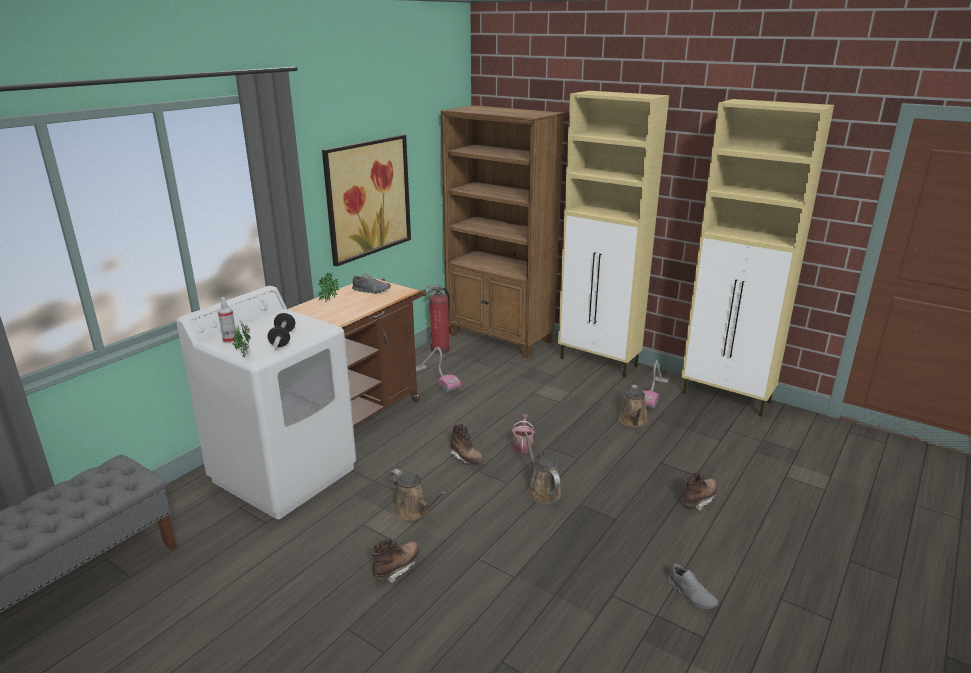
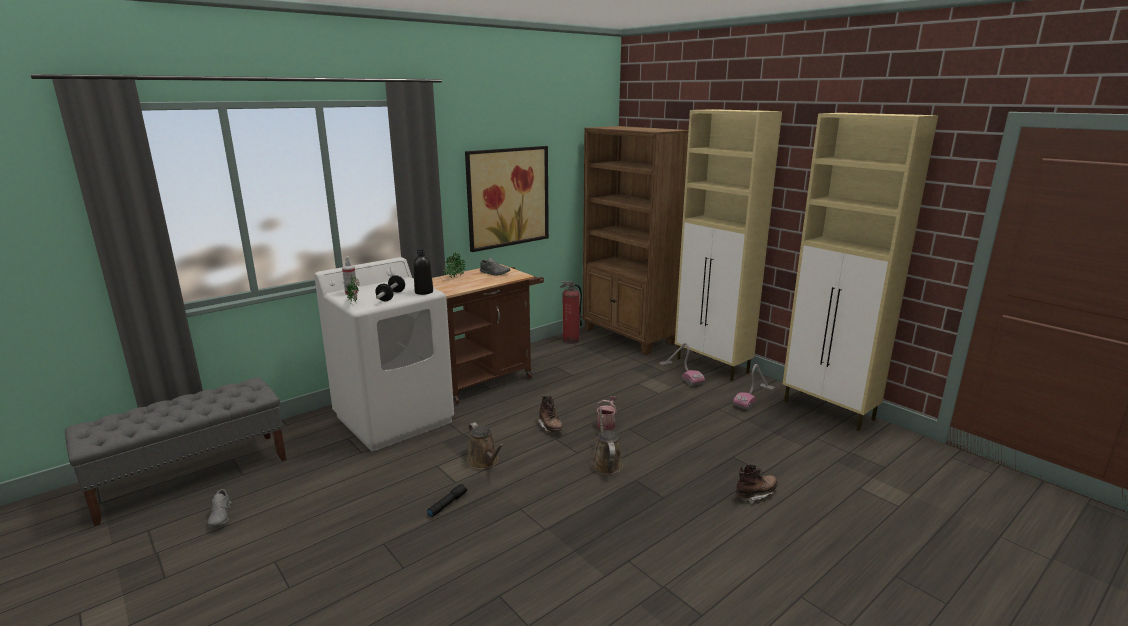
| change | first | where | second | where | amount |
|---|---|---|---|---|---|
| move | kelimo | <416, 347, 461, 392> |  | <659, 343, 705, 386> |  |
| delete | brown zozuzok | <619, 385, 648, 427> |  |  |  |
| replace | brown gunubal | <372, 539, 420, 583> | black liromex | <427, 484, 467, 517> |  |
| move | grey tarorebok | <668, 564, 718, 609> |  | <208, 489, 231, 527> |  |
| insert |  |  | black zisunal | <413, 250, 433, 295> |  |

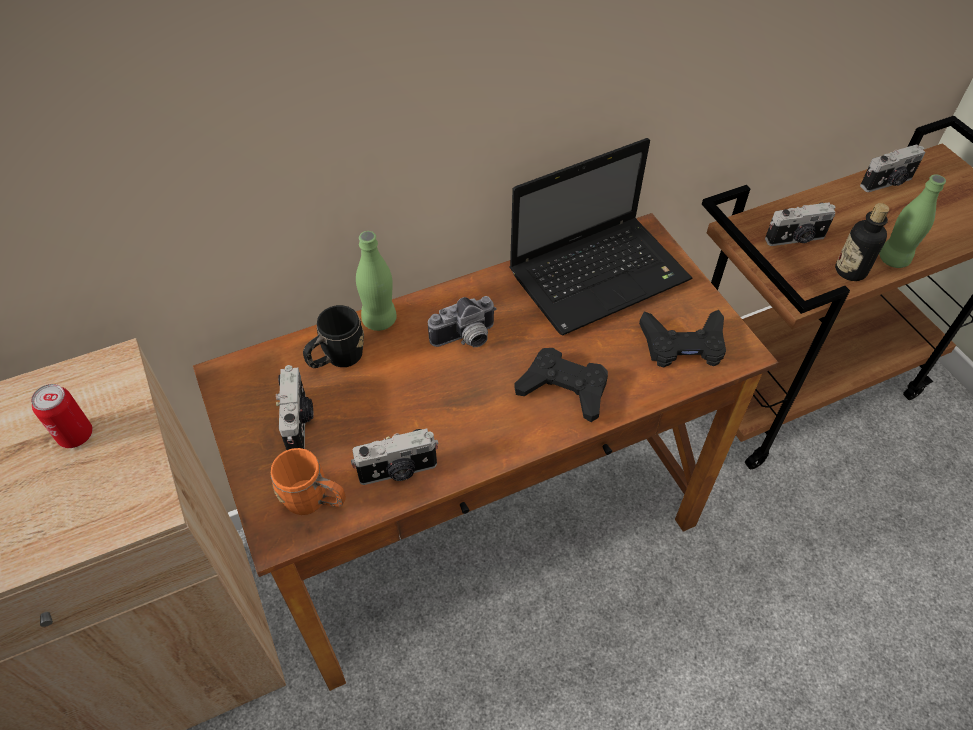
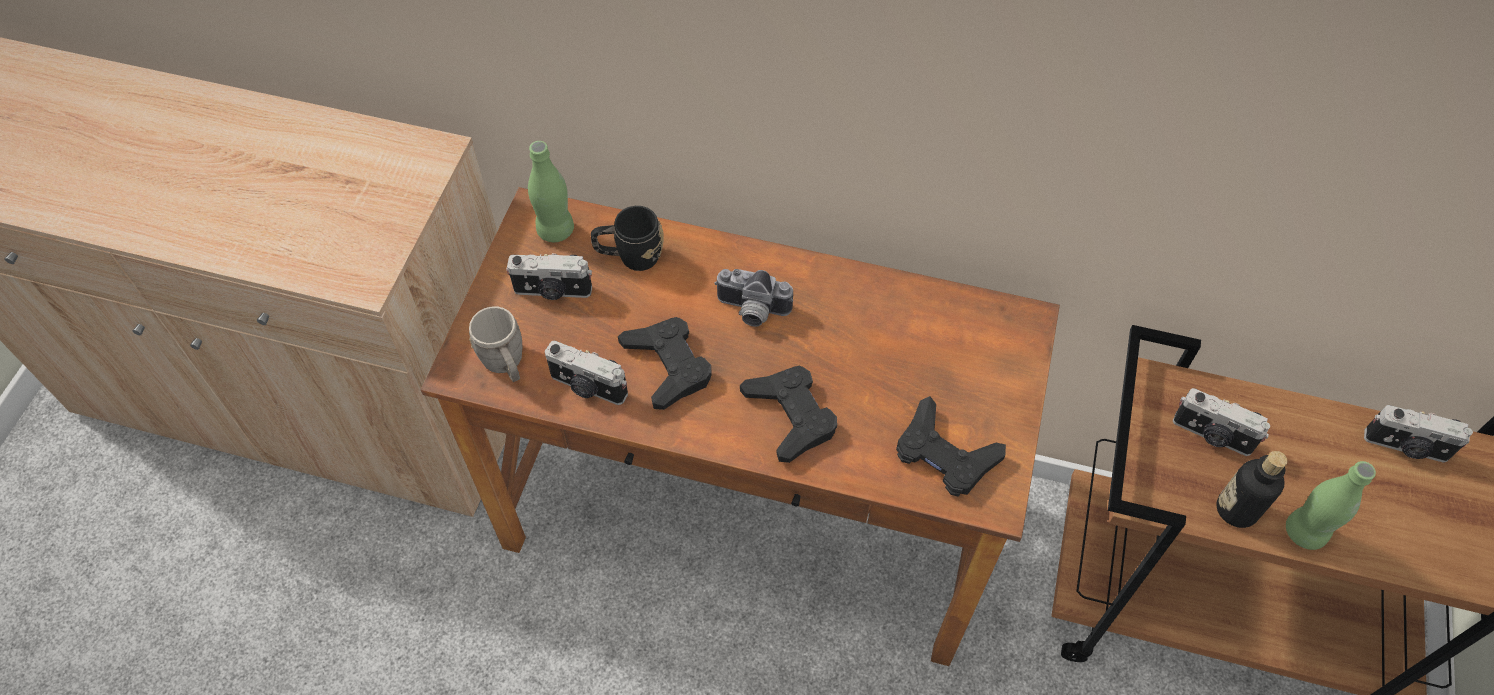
| change | first | where | second | where | amount |
|---|---|---|---|---|---|
| delete | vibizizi | <510, 138, 693, 336> |  |  |  |
| move | green zisunal | <356, 231, 397, 331> |  | <528, 141, 574, 242> |  |
| rotate | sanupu | <276, 365, 314, 450> |  | <506, 253, 592, 300> | 60 degrees clockwise |
| delete | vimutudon | <31, 384, 93, 448> |  |  |  |
| recolor | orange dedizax | <271, 448, 346, 515> | grey dedizax | <469, 306, 522, 382> |  |
| insert |  |  | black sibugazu | <618, 317, 711, 410> |  |

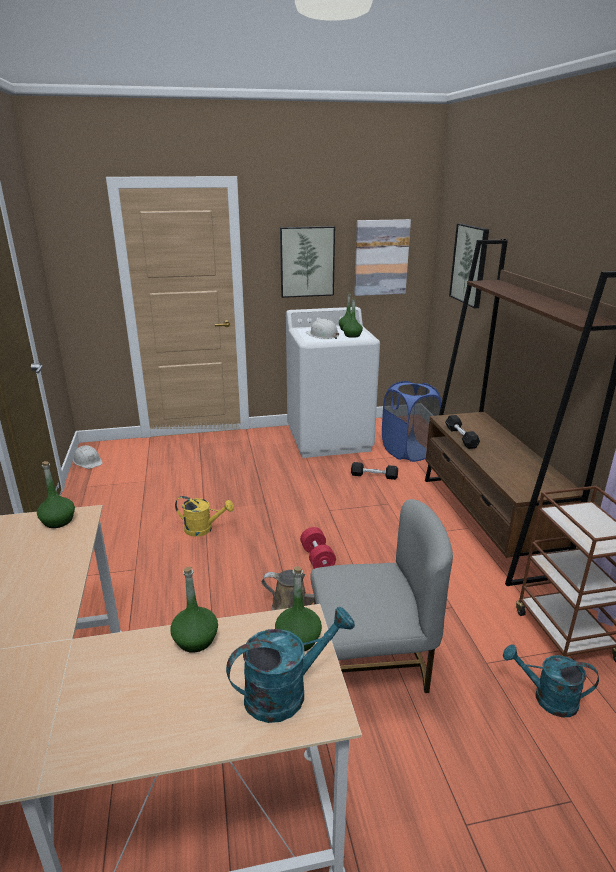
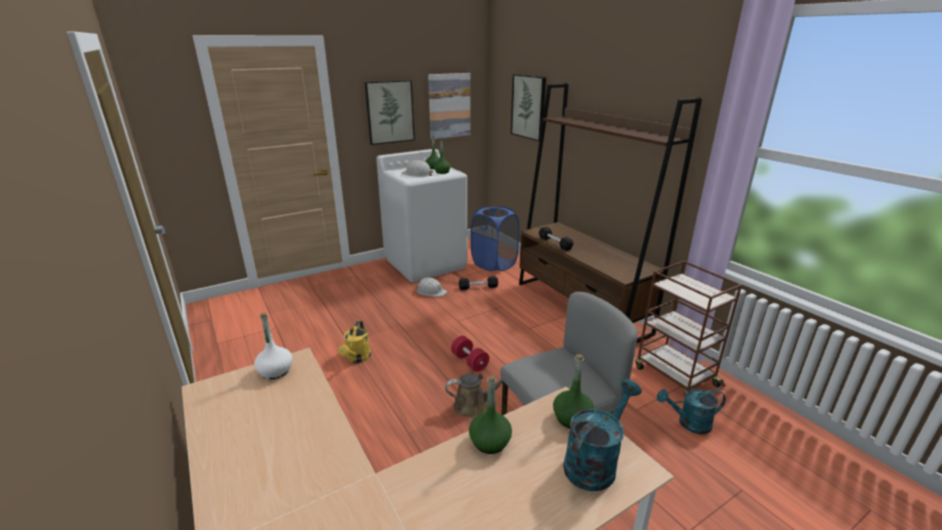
| change | first | where | second | where | amount |
|---|---|---|---|---|---|
| move | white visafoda | <73, 445, 103, 469> |  | <416, 278, 447, 297> |  |
| recolor | green zisunal | <37, 461, 75, 528> | white zisunal | <254, 313, 292, 379> |  |
| rotate | yellow zozuzok | <175, 496, 234, 537> |  | <338, 320, 371, 363> | 105 degrees clockwise |

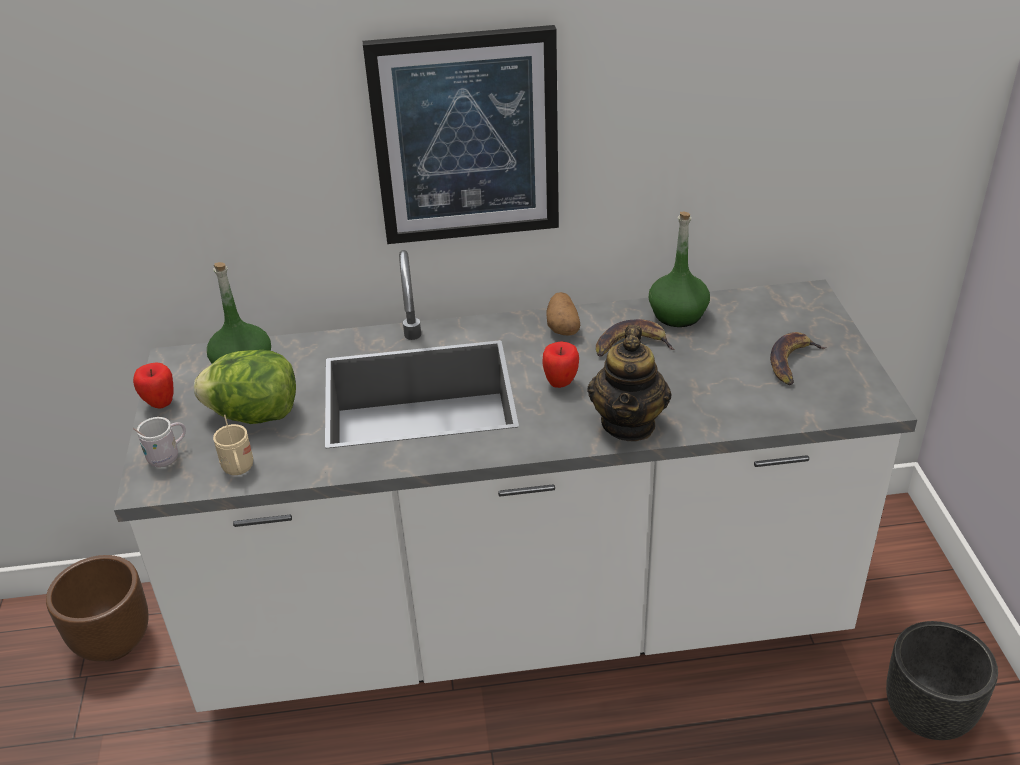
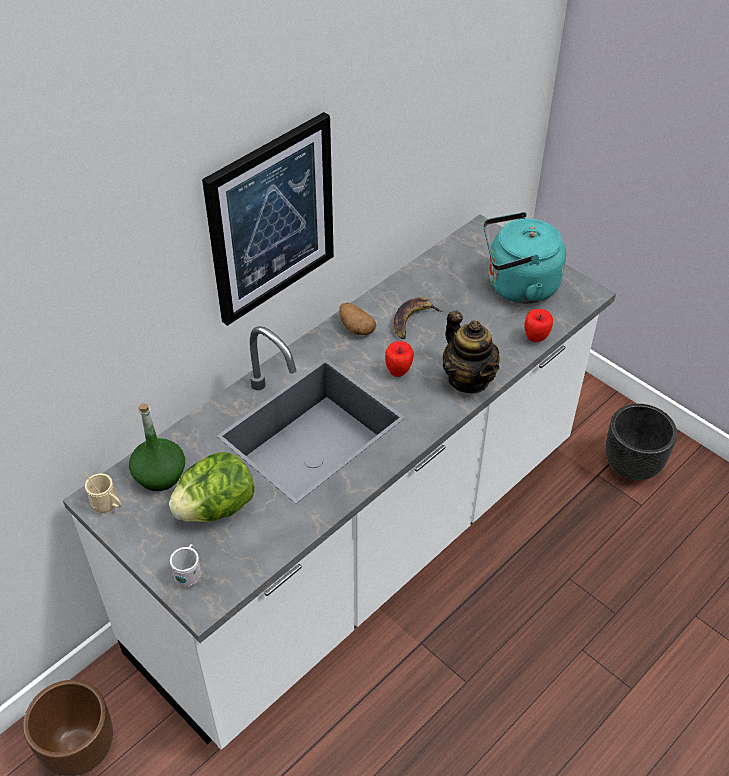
| change | first | where | second | where | amount |
|---|---|---|---|---|---|
| delete | green zisunal | <649, 211, 710, 327> |  |  |  |
| replace | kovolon | <770, 332, 826, 385> | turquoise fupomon | <483, 212, 566, 304> |  |
| move | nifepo | <133, 362, 174, 409> |  | <524, 309, 553, 342> |  |
| move | beige dedizax | <213, 415, 253, 475> |  | <84, 472, 122, 513> |  |

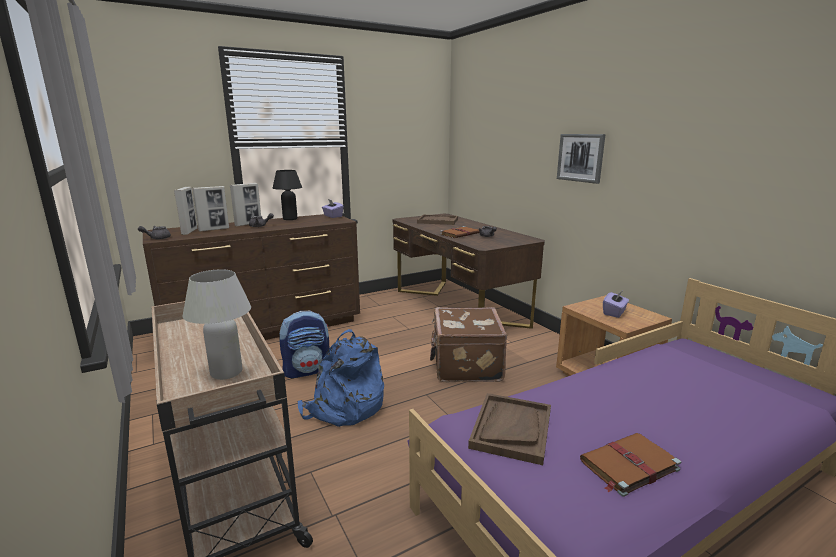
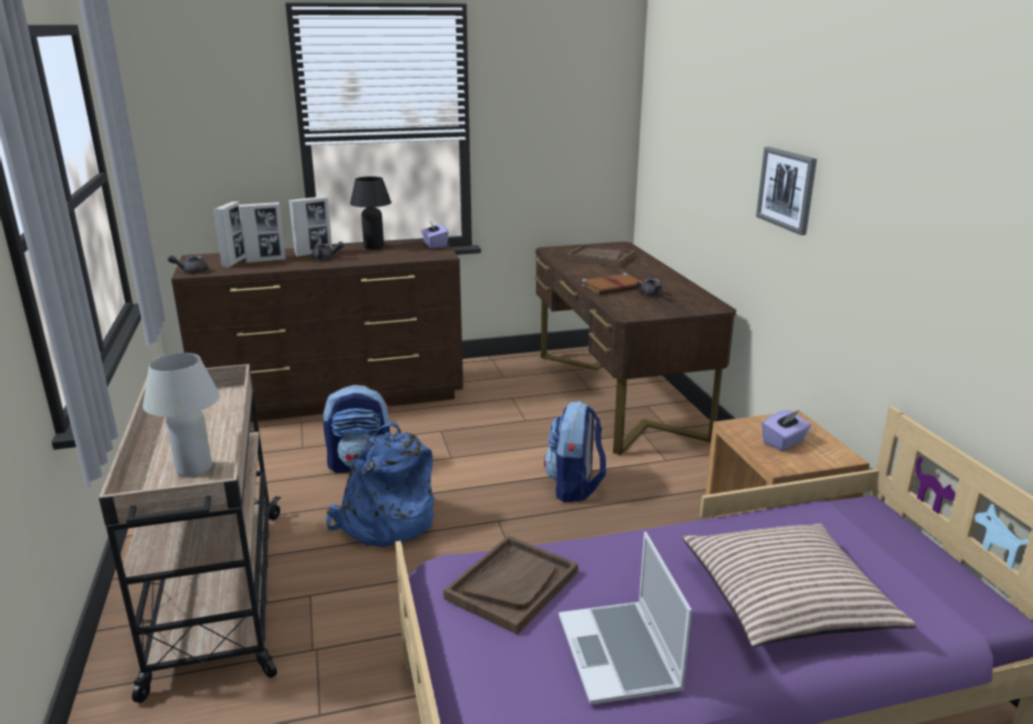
| change | first | where | second | where | amount |
|---|---|---|---|---|---|
| replace | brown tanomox | <430, 307, 507, 382> | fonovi | <544, 401, 606, 502> |  |
| replace | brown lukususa | <580, 433, 681, 497> | vibizizi | <559, 532, 692, 705> |  |
| insert |  |  | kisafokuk | <683, 524, 917, 647> |  |

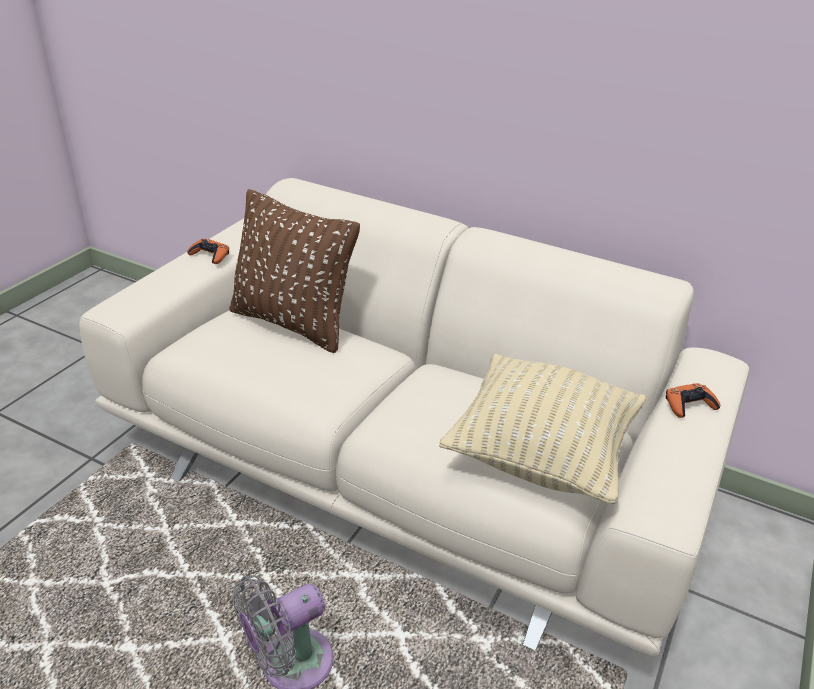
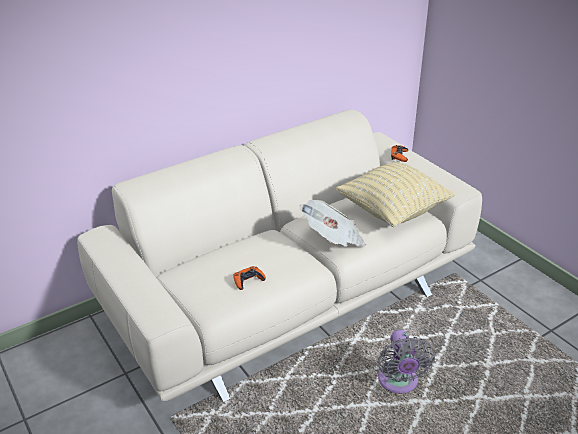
| change | first | where | second | where | amount |
|---|---|---|---|---|---|
| delete | brown kisafokuk | <229, 189, 360, 353> |  |  |  |
| move | orange sibugazu | <187, 239, 229, 264> |  | <233, 266, 266, 290> |  |
| insert |  |  | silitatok | <299, 200, 366, 247> |  |

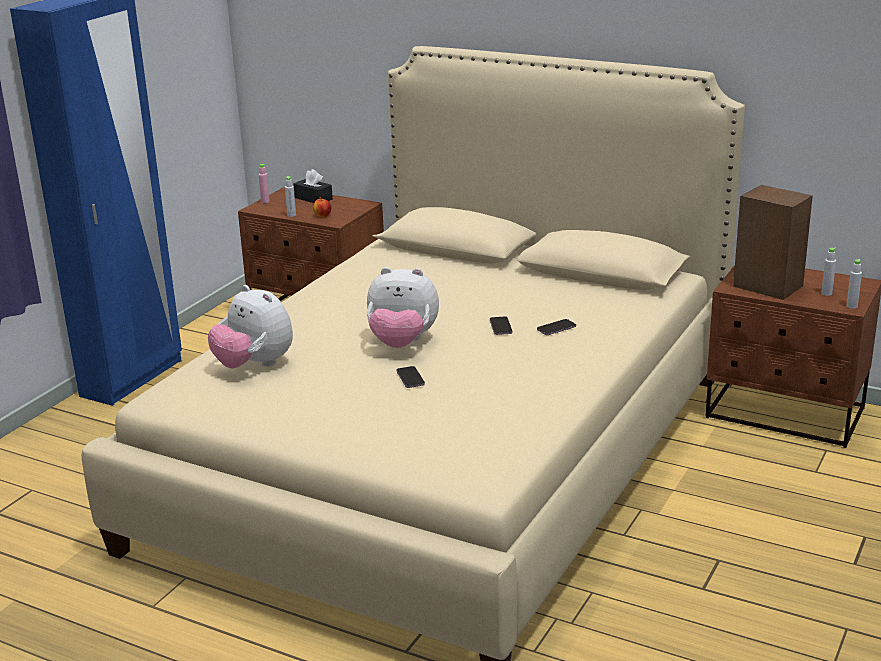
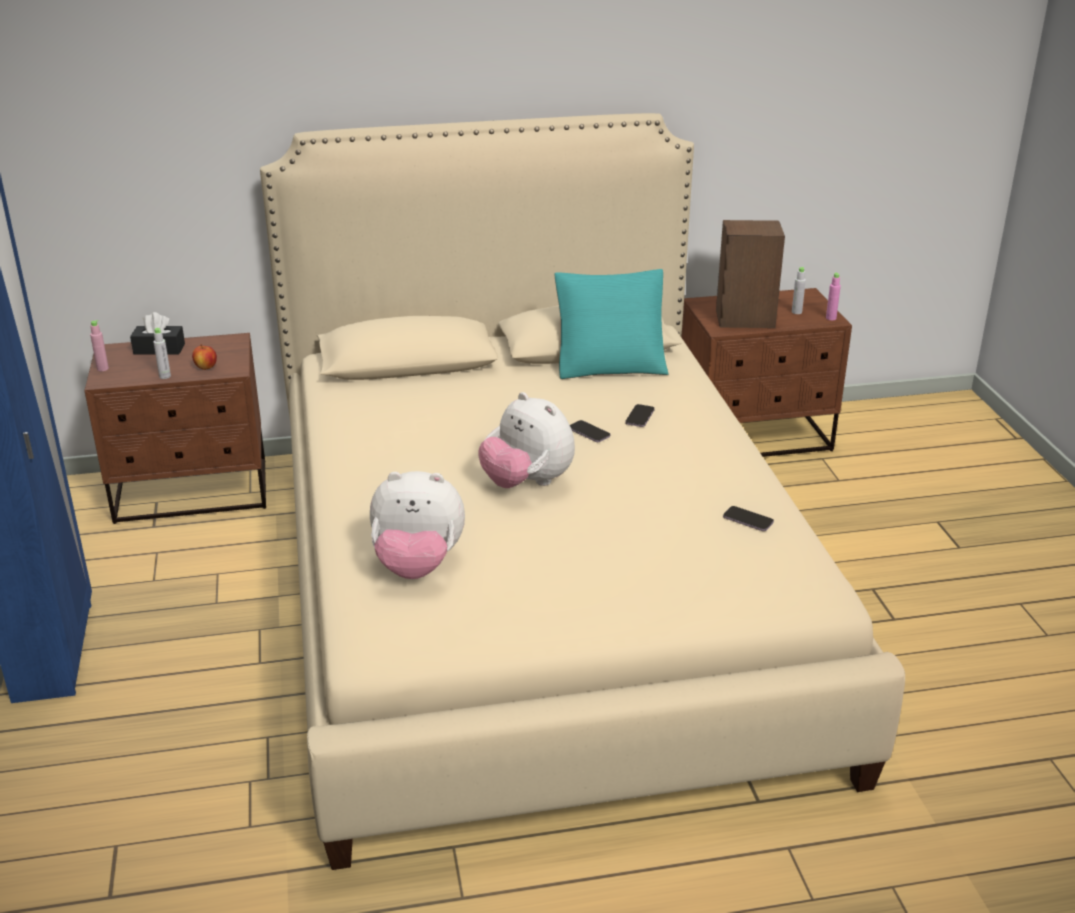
| change | first | where | second | where | amount |
|---|---|---|---|---|---|
| recolor | grey zisunal | <846, 259, 862, 309> | pink zisunal | <826, 272, 841, 320> |  |
| rotate | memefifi | <367, 267, 439, 348> |  | <478, 392, 575, 488> | 75 degrees clockwise |
| move | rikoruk | <397, 366, 425, 388> |  | <723, 506, 774, 531> |  |
| insert |  |  | turquoise kisafokuk | <555, 269, 669, 379> |  |

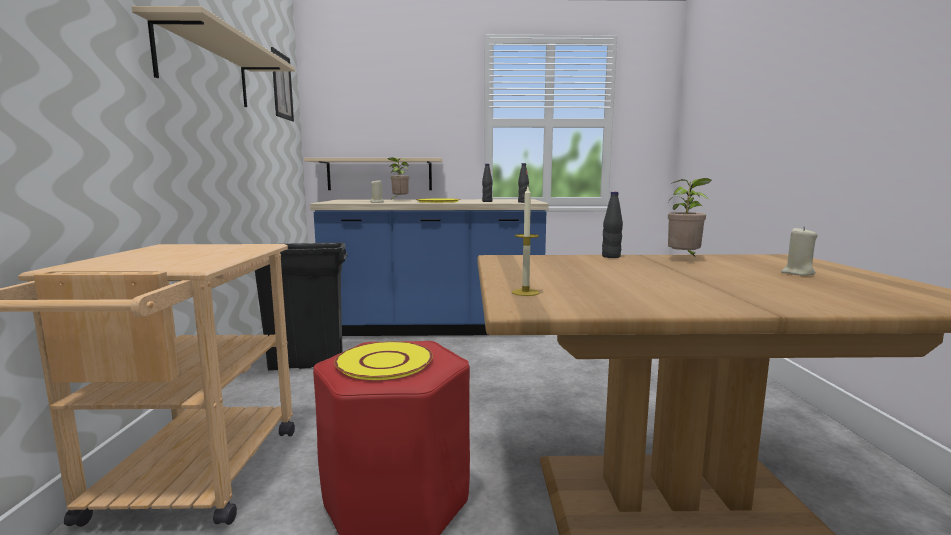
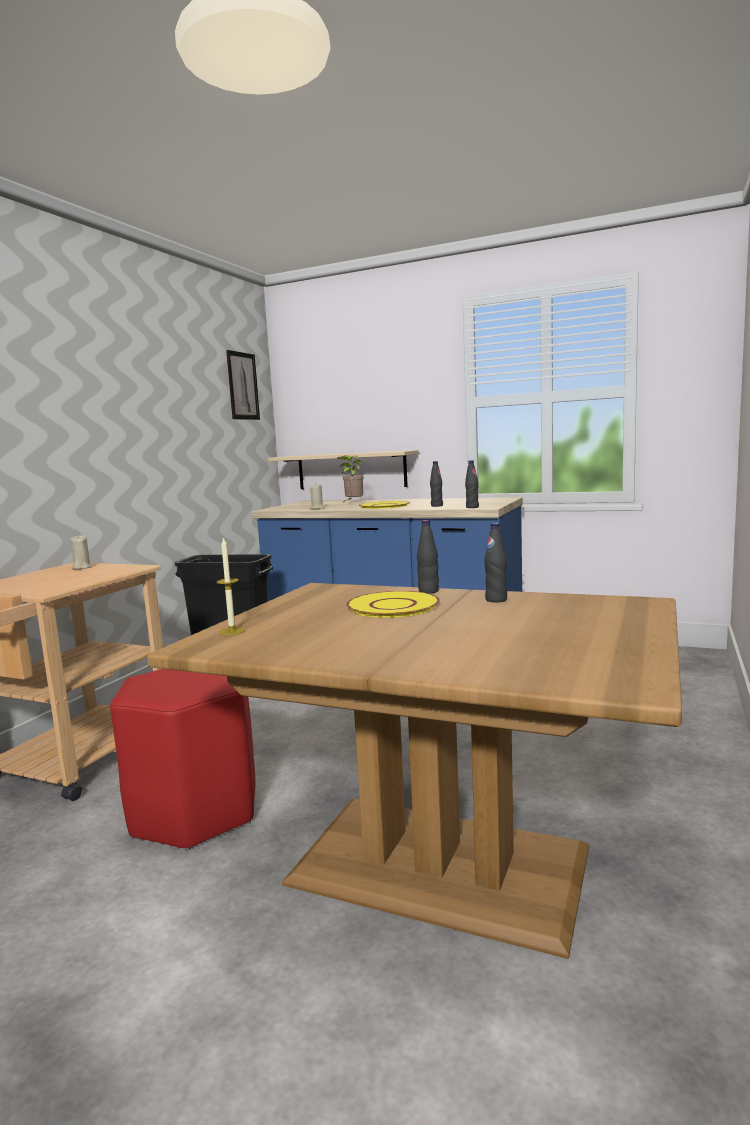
| change | first | where | second | where | amount |
|---|---|---|---|---|---|
| delete | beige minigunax | <132, 6, 295, 107> |  |  |  |
| replace | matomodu | <668, 178, 712, 258> | black zisunal | <484, 523, 507, 602> |  |
| move | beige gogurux | <781, 227, 818, 276> |  | <70, 535, 92, 569> |  |
| move | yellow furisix | <334, 341, 433, 380> |  | <346, 591, 440, 618> |  |

